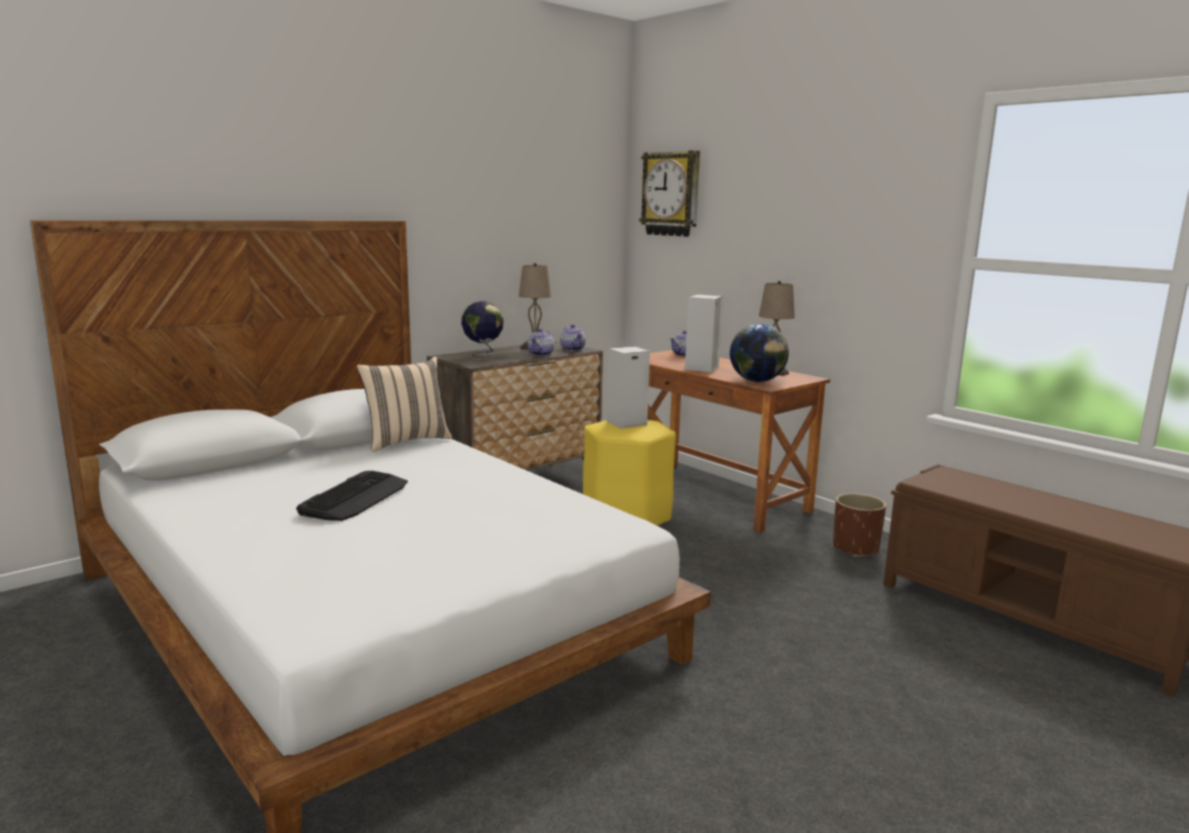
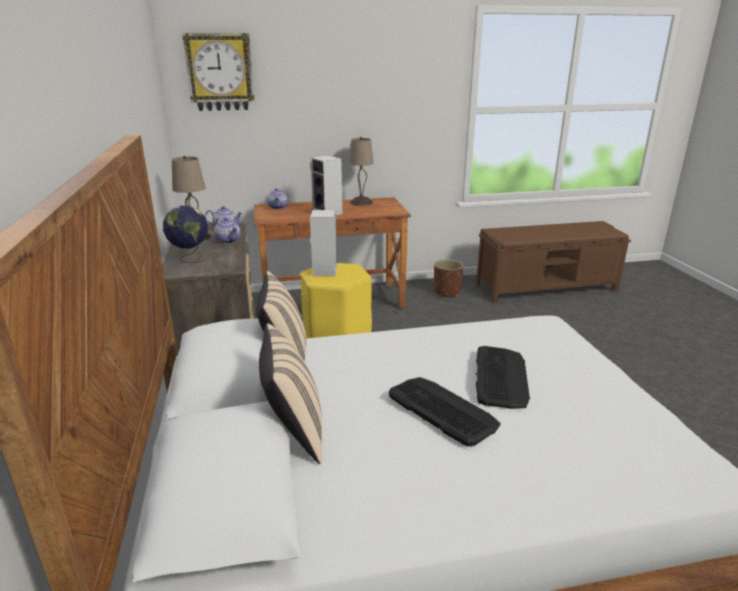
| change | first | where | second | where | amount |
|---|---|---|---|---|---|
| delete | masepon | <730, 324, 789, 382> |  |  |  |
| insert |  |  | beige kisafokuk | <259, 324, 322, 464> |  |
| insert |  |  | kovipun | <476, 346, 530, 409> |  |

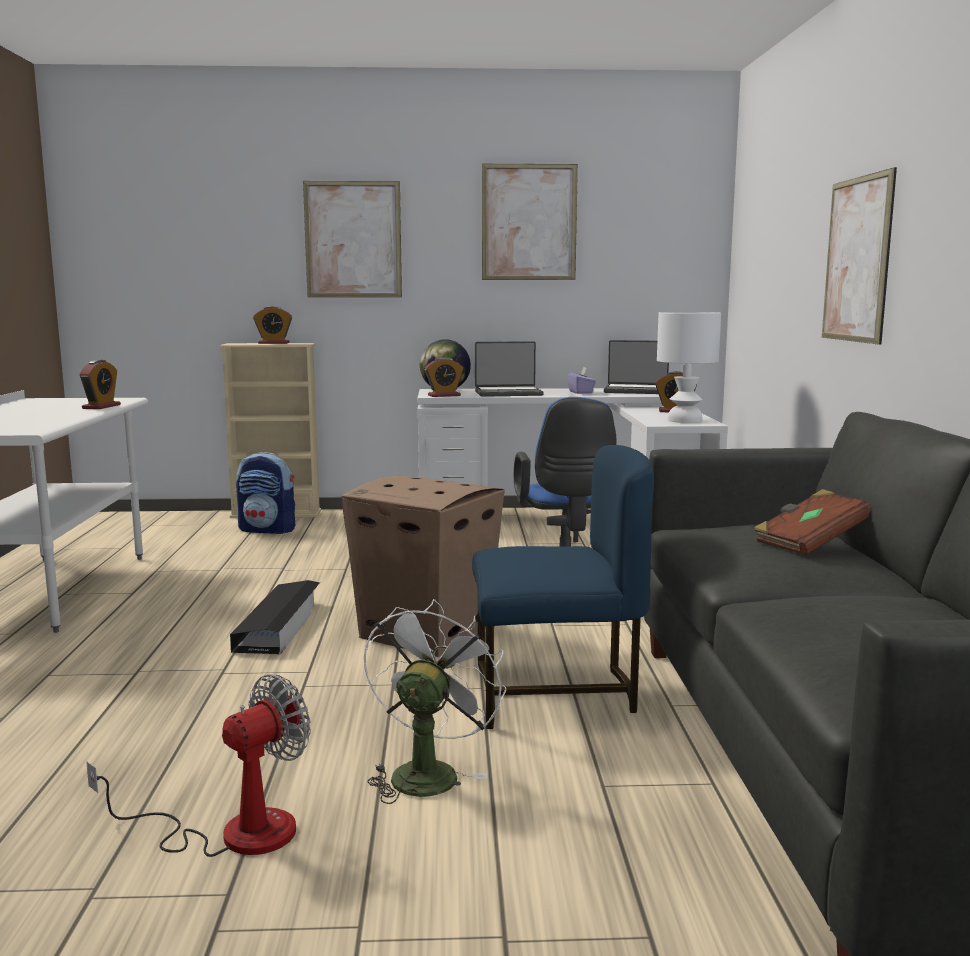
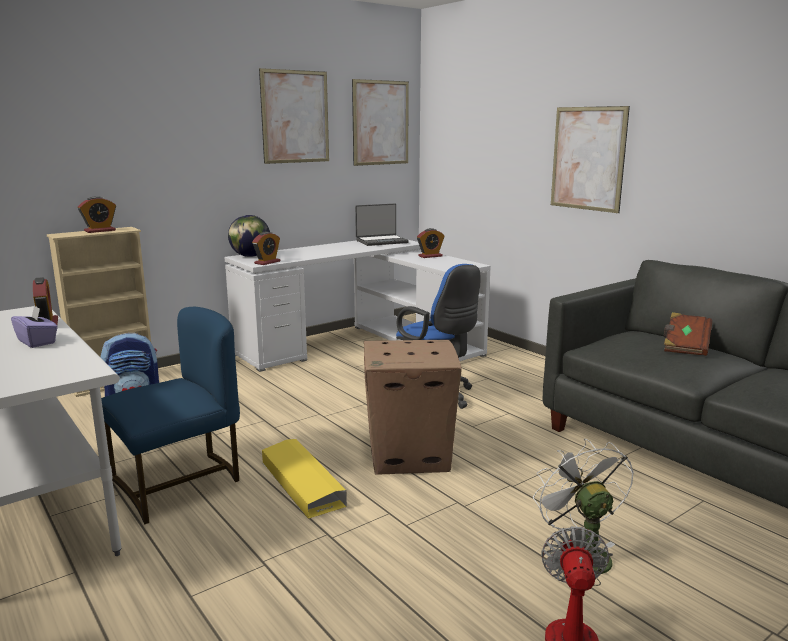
| change | first | where | second | where | amount |
|---|---|---|---|---|---|
| move | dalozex | <303, 181, 402, 297> |  | <352, 79, 409, 166> |  |
| delete | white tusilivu | <657, 312, 721, 423> |  |  |  |
| delete | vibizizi | <475, 341, 544, 397> |  |  |  |
| move | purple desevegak | <567, 367, 596, 394> |  | <11, 305, 58, 348> |  |
| move | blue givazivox | <472, 445, 654, 729> |  | <101, 307, 240, 524> |  |
| recolor | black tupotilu | <230, 580, 320, 654> | yellow tupotilu | <262, 439, 347, 519> |  |

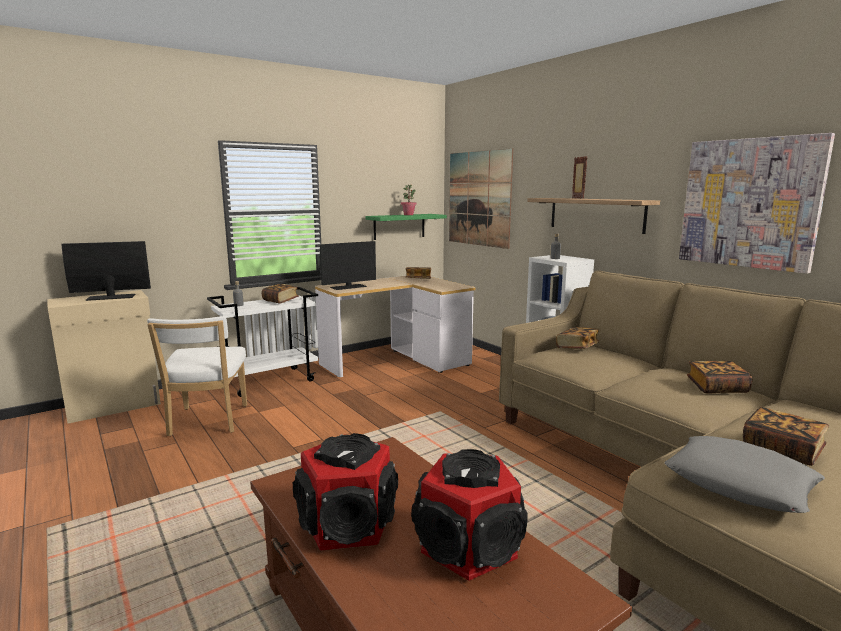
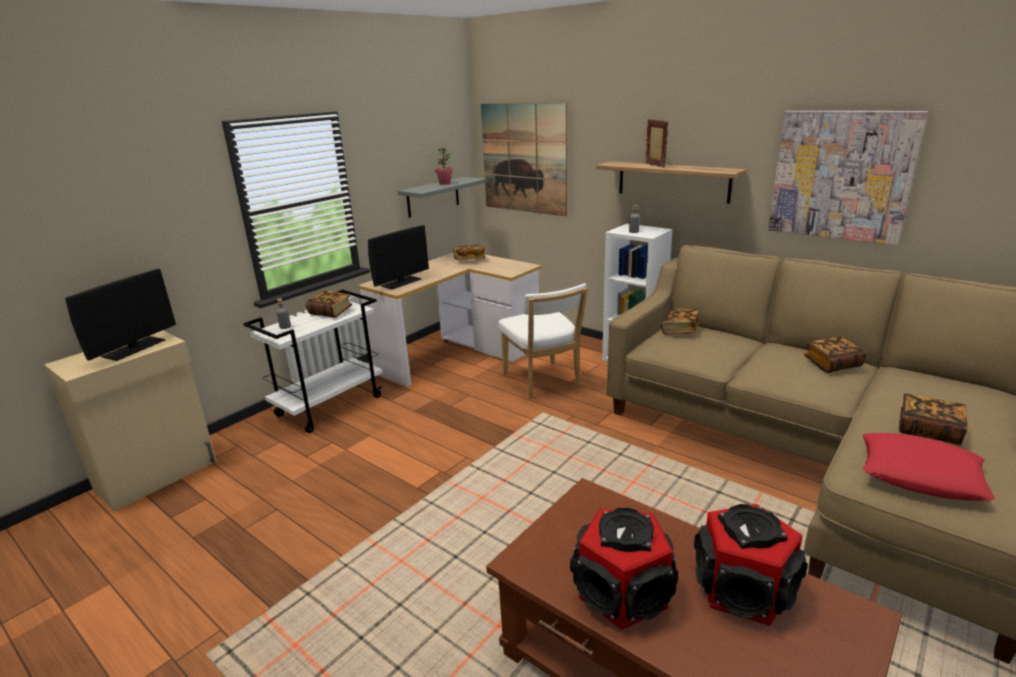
| change | first | where | second | where | amount |
|---|---|---|---|---|---|
| recolor | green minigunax | <366, 214, 447, 240> | grey minigunax | <398, 177, 486, 218> |  |
| rotate | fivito | <61, 241, 151, 301> |  | <65, 269, 176, 361> | 150 degrees clockwise |
| move | white givazivox | <147, 316, 247, 436> |  | <499, 283, 588, 398> |  |
| recolor | grey kisafokuk | <665, 436, 825, 513> | red kisafokuk | <862, 433, 995, 501> |  |

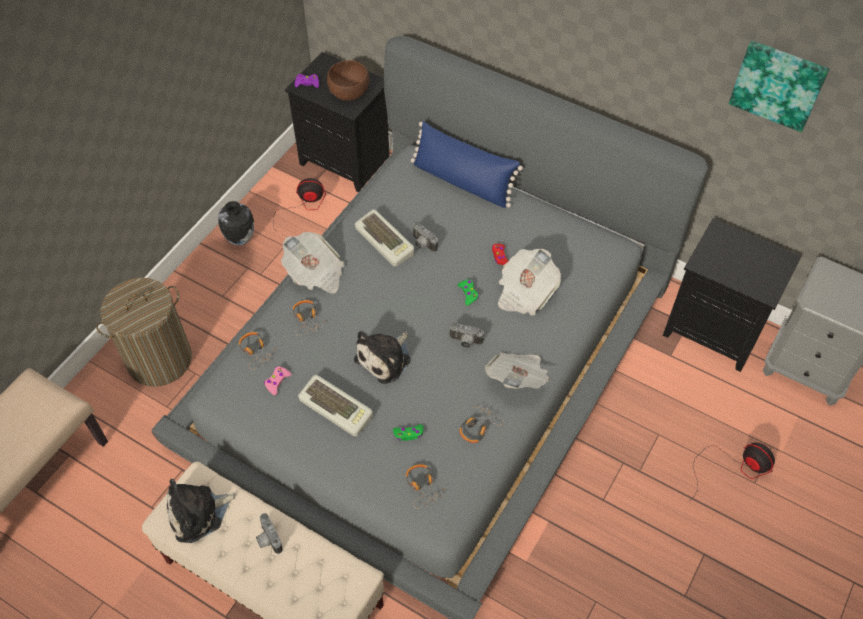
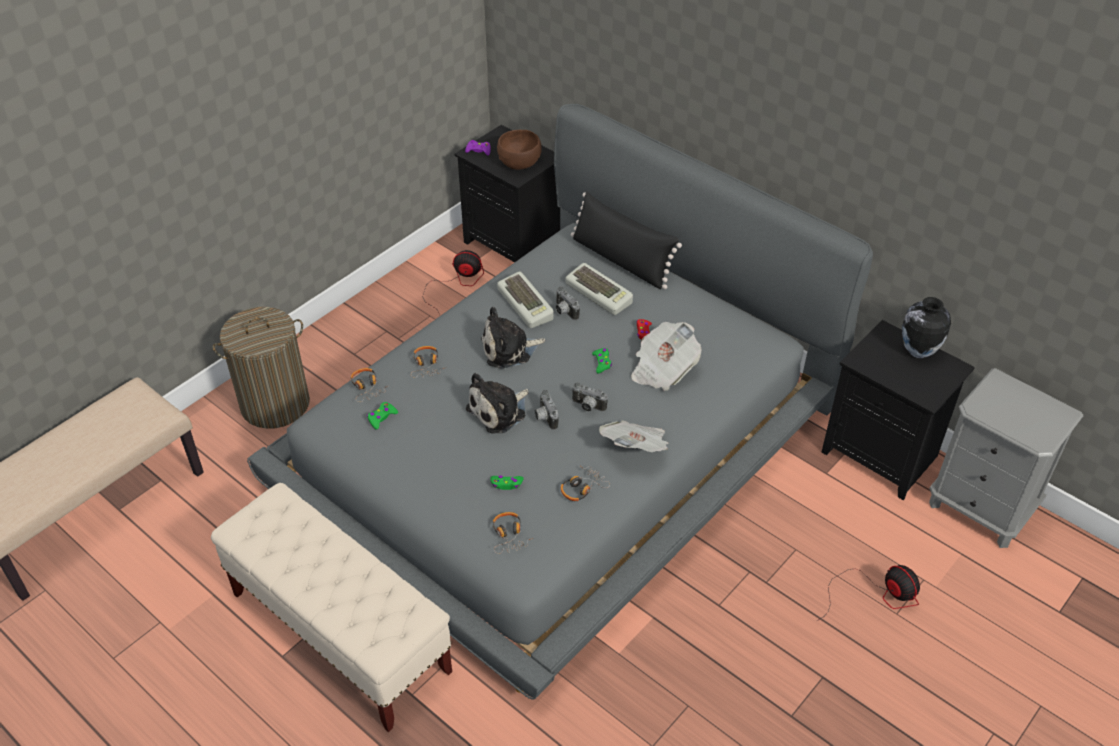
| change | first | where | second | where | amount |
|---|---|---|---|---|---|
| delete | dalozex | <729, 40, 829, 132> |  |  |  |
| recolor | blue kisafokuk | <411, 121, 523, 208> | black kisafokuk | <571, 191, 682, 290> |  |
| move | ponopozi | <218, 201, 254, 245> |  | <902, 297, 951, 358> |  |
| delete | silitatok | <281, 232, 345, 294> |  |  |  |
| recolor | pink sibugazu | <264, 366, 292, 395> | green sibugazu | <367, 402, 398, 429> |  |
| move | kovipun | <298, 375, 373, 436> |  | <566, 263, 633, 315> |  |
| move | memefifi | <167, 479, 236, 543> |  | <481, 307, 546, 369> |  |
| move | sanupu | <256, 513, 283, 554> |  | <535, 390, 559, 430> |  |

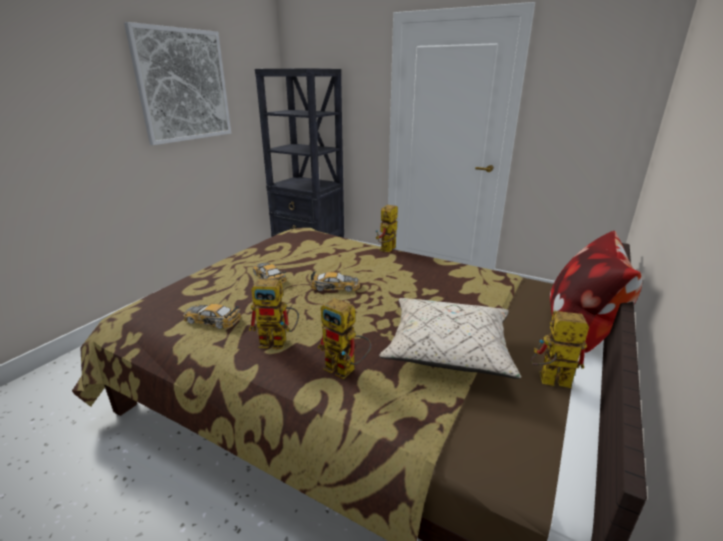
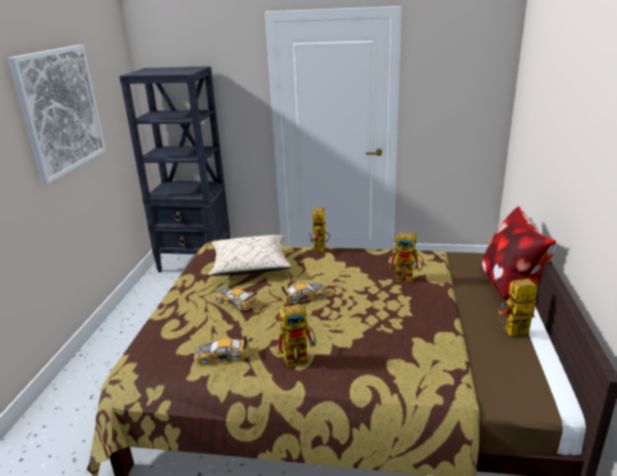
| change | first | where | second | where | amount |
|---|---|---|---|---|---|
| move | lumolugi | <318, 298, 372, 379> |  | <389, 233, 424, 283> |  |
| move | beige kisafokuk | <379, 298, 521, 379> |  | <208, 235, 292, 276> |  |

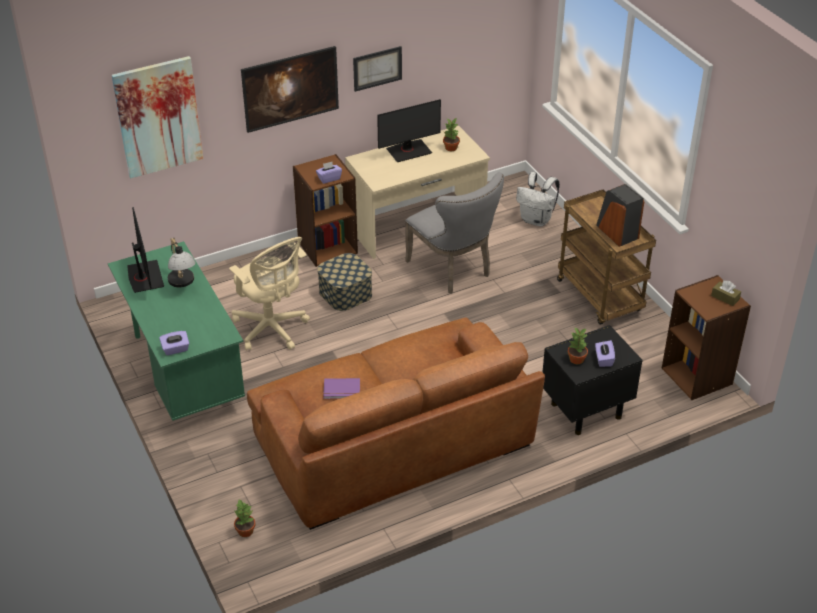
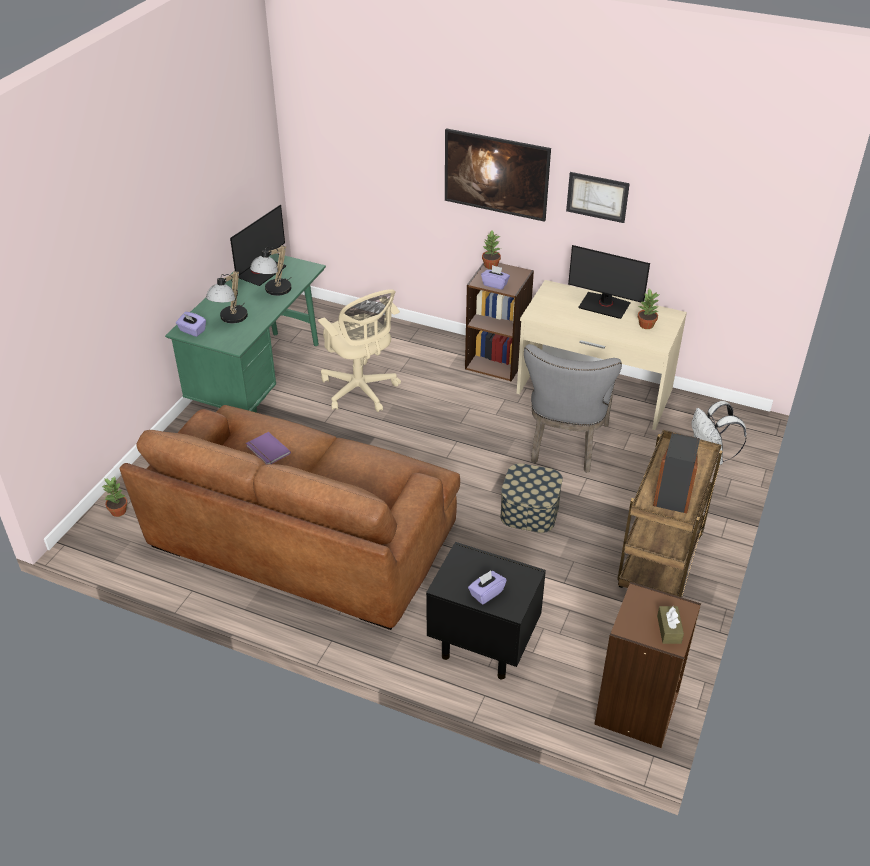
| change | first | where | second | where | amount |
|---|---|---|---|---|---|
| delete | dalozex | <112, 56, 203, 178> |  |  |  |
| rotate | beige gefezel | <229, 237, 310, 351> |  | <318, 289, 401, 412> | 45 degrees counterclockwise |
| move | tupotilu | <317, 253, 372, 311> |  | <500, 463, 563, 533> |  |
| move | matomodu | <568, 328, 588, 364> |  | <482, 231, 501, 269> |  |
| insert |  |  | tusilivu | <206, 271, 248, 323> |  |

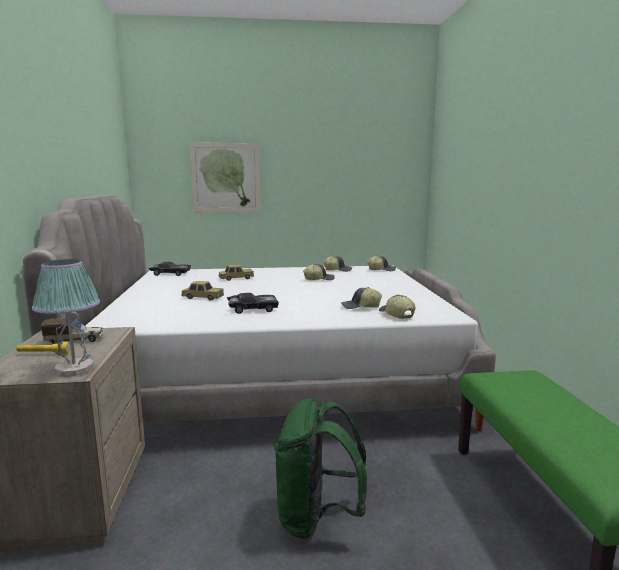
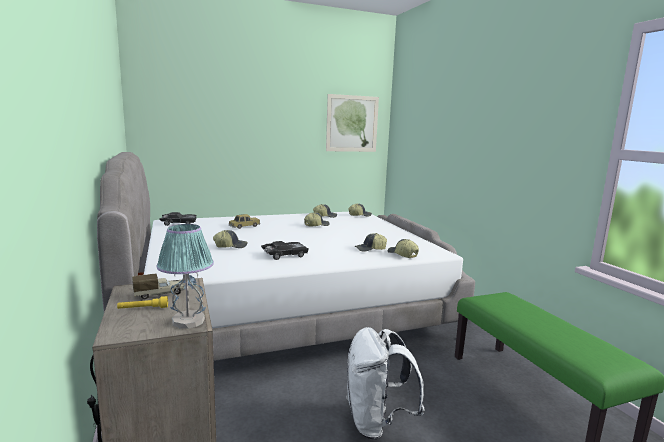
| change | first | where | second | where | amount |
|---|---|---|---|---|---|
| move | dalozex | <190, 143, 261, 212> |  | <326, 94, 379, 152> |  |
| replace | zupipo | <182, 281, 224, 301> | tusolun | <213, 230, 247, 248> |  |
| recolor | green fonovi | <274, 398, 367, 539> | white fonovi | <346, 327, 425, 440> |  |

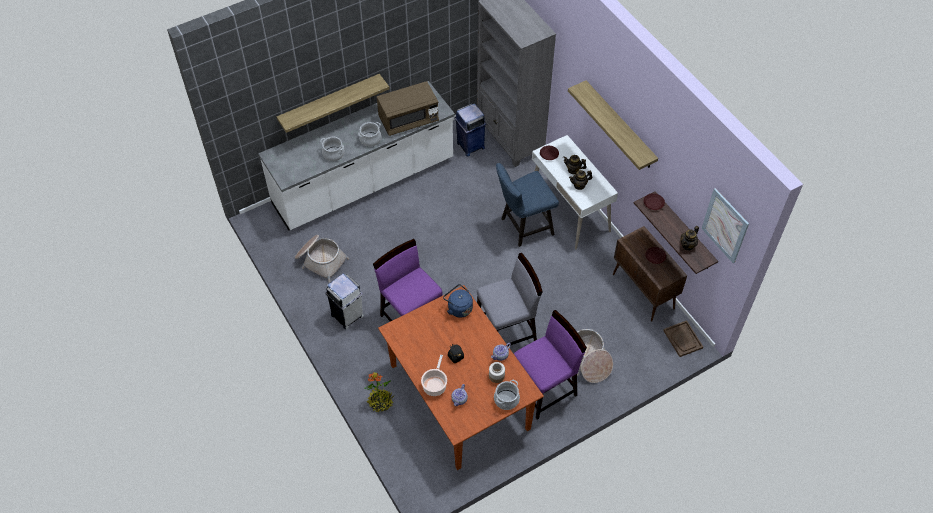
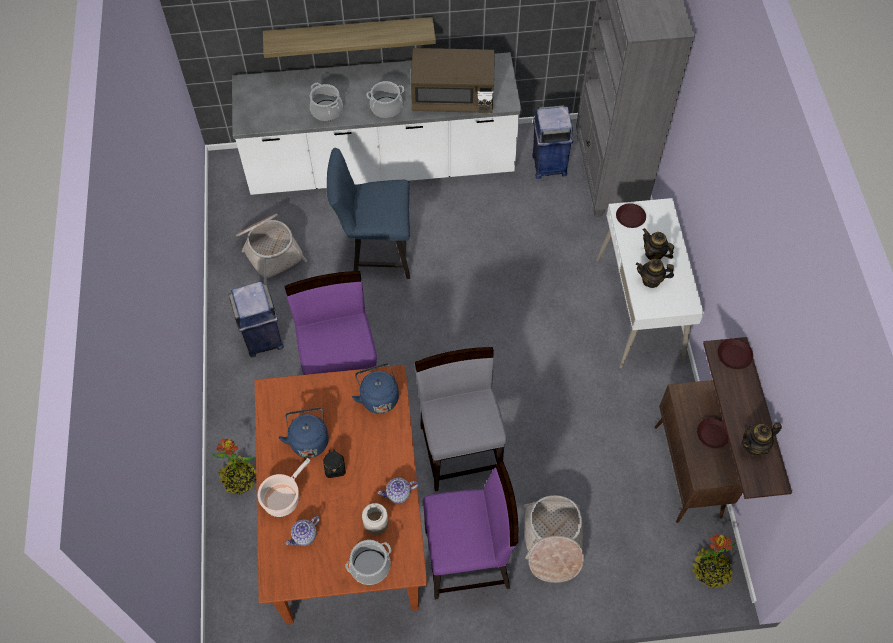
| change | first | where | second | where | amount |
|---|---|---|---|---|---|
| delete | minigunax | <568, 80, 658, 170> |  |  |  |
| move | blue givazivox | <496, 163, 559, 247> |  | <327, 148, 410, 279> |  |
| delete | dalozex | <701, 188, 749, 263> |  |  |  |
| rotate | grey givazivox | <477, 253, 543, 346> |  | <415, 347, 507, 491> | 105 degrees counterclockwise |
| recolor | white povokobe | <325, 274, 364, 329> | blue povokobe | <229, 281, 284, 357> |  |
| replace | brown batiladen | <663, 320, 703, 357> | matomodu | <692, 534, 736, 588> |  |
| insert |  |  | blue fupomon | <279, 407, 329, 458> |  |

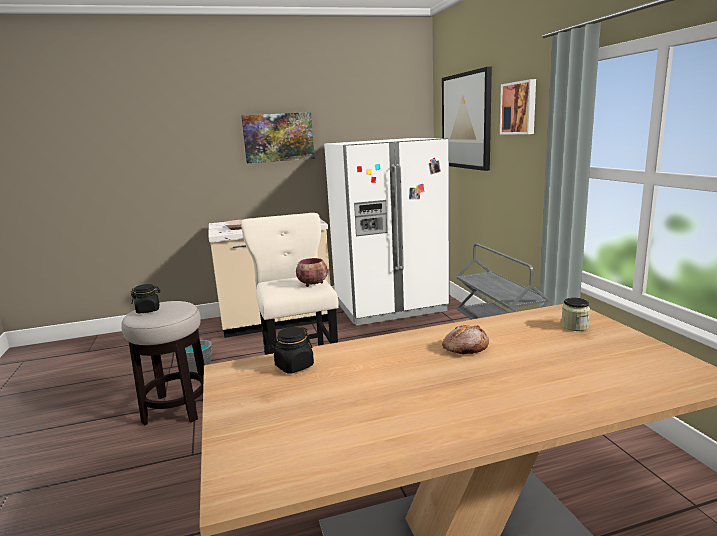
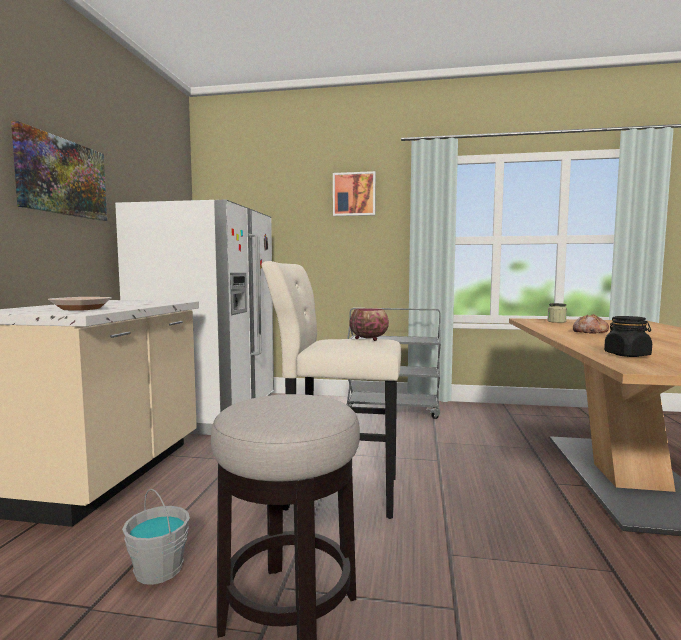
| change | first | where | second | where | amount |
|---|---|---|---|---|---|
| delete | dalozex | <442, 67, 492, 171> |  |  |  |
| delete | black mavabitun | <131, 284, 161, 313> |  |  |  |

